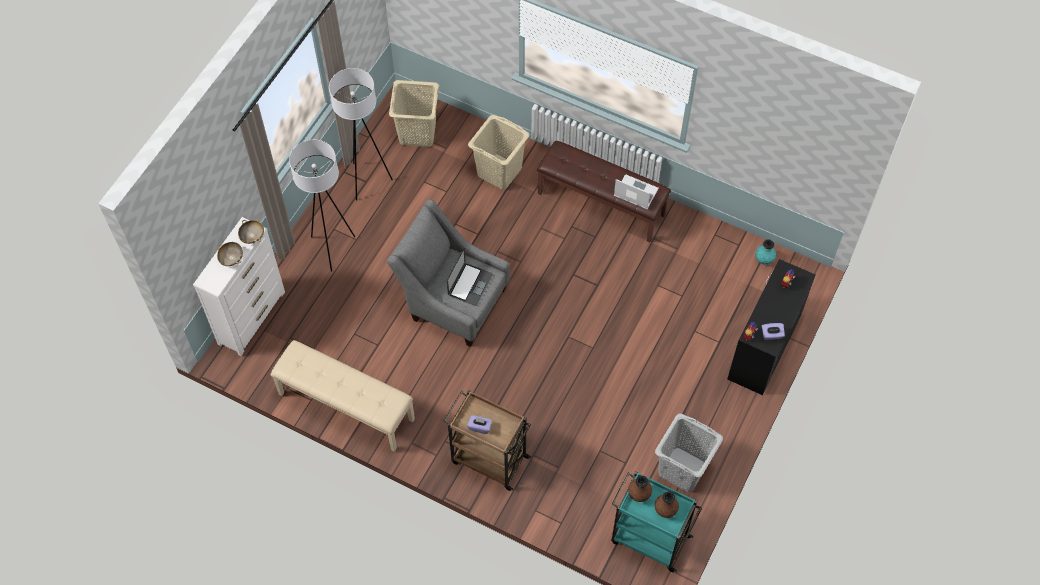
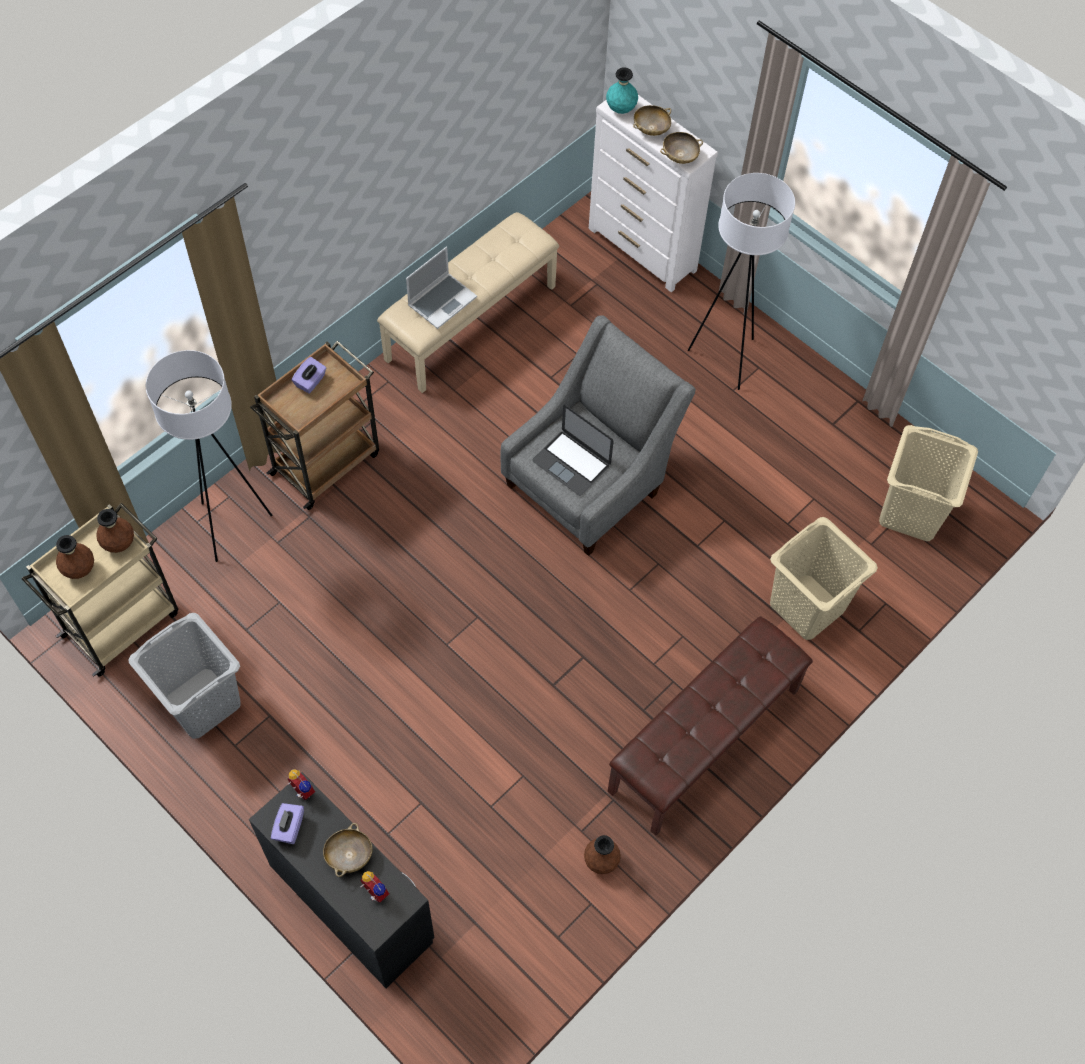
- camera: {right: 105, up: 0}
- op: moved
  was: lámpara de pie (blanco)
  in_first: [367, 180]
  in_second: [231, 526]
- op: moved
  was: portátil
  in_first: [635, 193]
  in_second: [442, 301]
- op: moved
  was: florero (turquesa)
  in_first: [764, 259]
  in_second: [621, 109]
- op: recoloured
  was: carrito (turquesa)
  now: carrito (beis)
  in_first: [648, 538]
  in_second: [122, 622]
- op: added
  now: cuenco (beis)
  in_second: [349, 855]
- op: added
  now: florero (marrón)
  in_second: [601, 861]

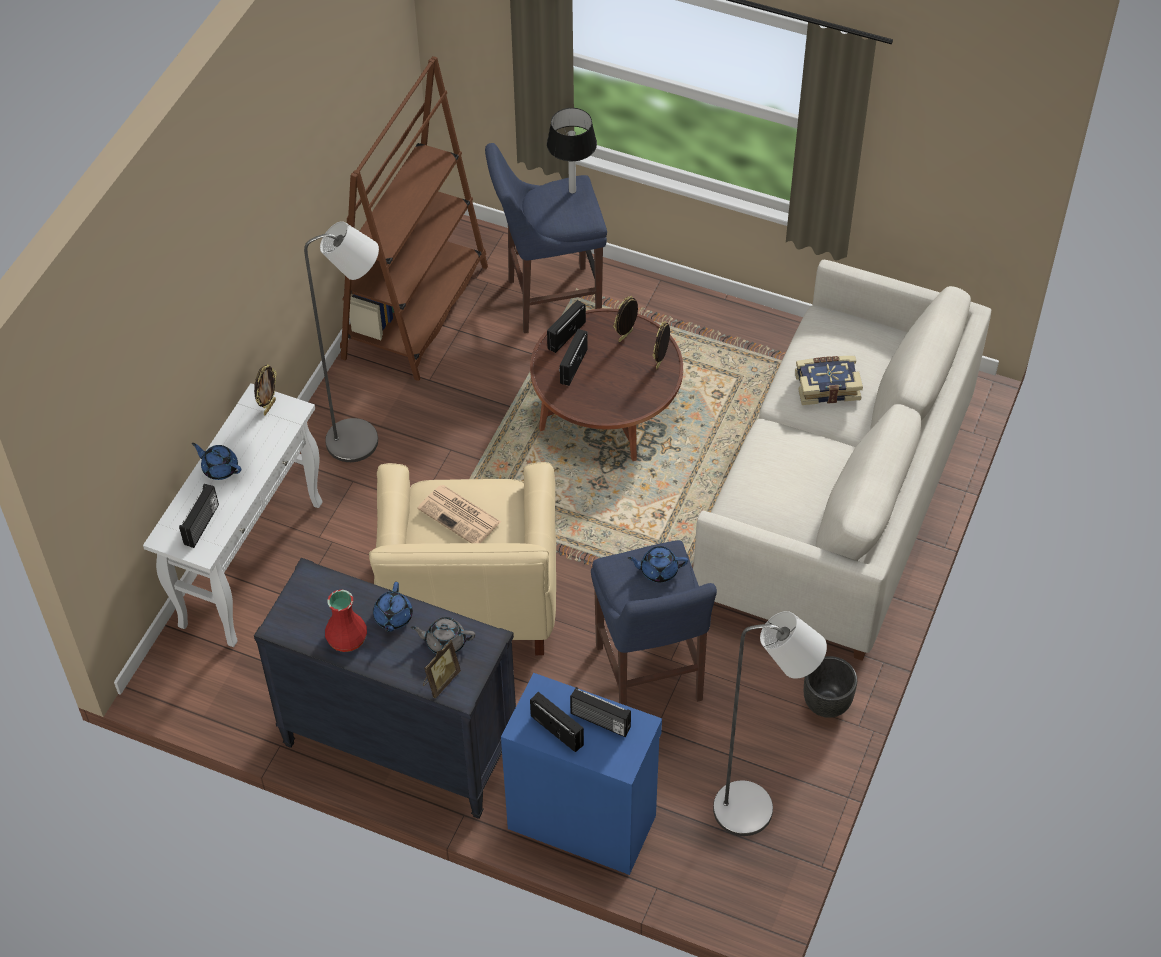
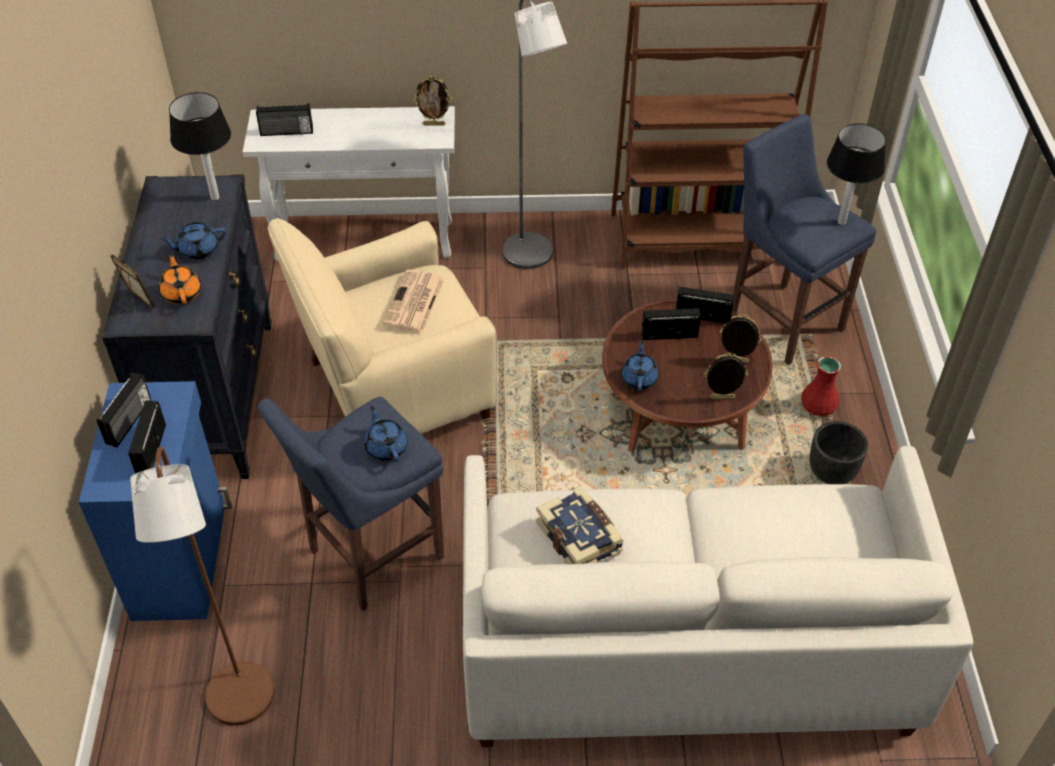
- camera: {right: 65, up: -5}
- op: moved
  was: libro
  in_first: [827, 386]
  in_second: [580, 538]
- op: moved
  was: tetera (azul)
  in_first: [219, 468]
  in_second: [639, 378]
- op: moved
  was: florero (rojo)
  in_first: [348, 637]
  in_second: [819, 406]
- op: recoloured
  was: lámpara de pie (gris)
  now: lámpara de pie (marrón)
  in_first: [755, 811]
  in_second: [241, 707]
- op: recoloured
  was: tetera (gris)
  now: tetera (naranja)
  in_first: [445, 642]
  in_second: [182, 293]
- op: turned
  was: portarretratos
  in_first: [440, 680]
  in_second: [135, 304]
  clockwise: -150
- op: moved
  was: maceta (negro)
  in_first: [827, 704]
  in_second: [831, 474]
- op: added
  now: lámpara de mesa
  in_second: [214, 198]

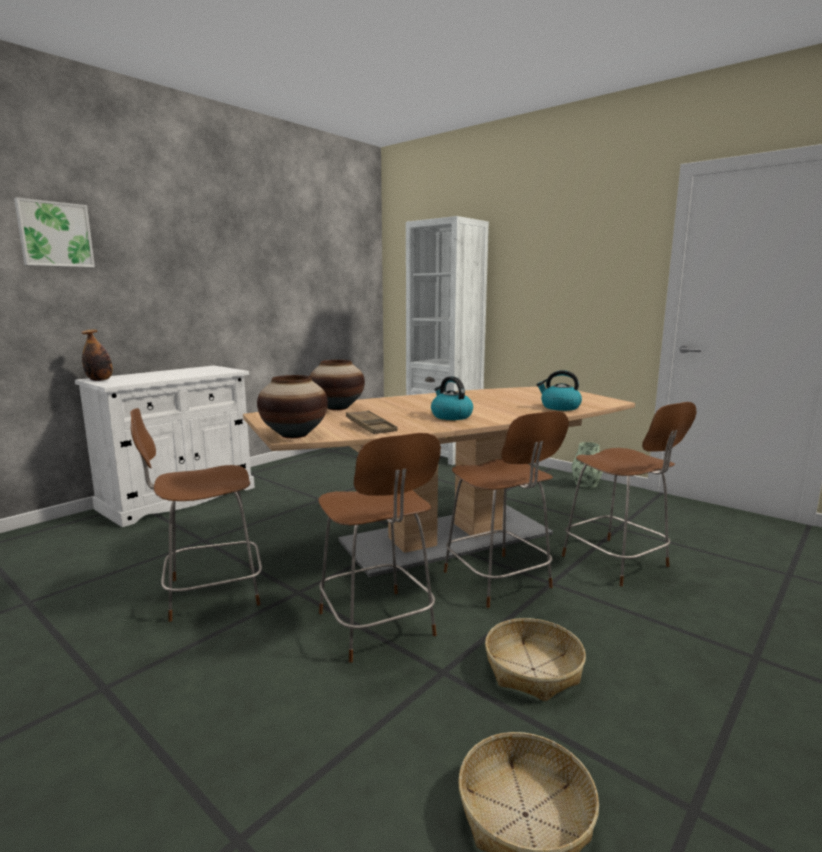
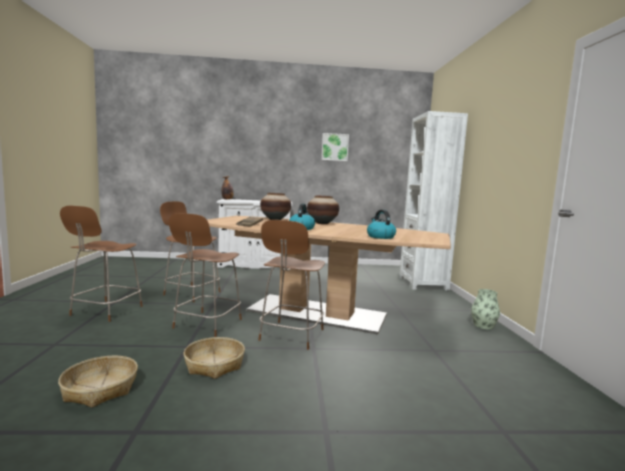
- camera: {right: 45, up: -5}
- op: moved
  was: cuadro
  in_first: [55, 234]
  in_second: [334, 147]
- op: moved
  was: florero
  in_first: [294, 435]
  in_second: [322, 223]
- op: moved
  was: silla (marrón)
  in_first: [617, 562]
  in_second: [105, 311]

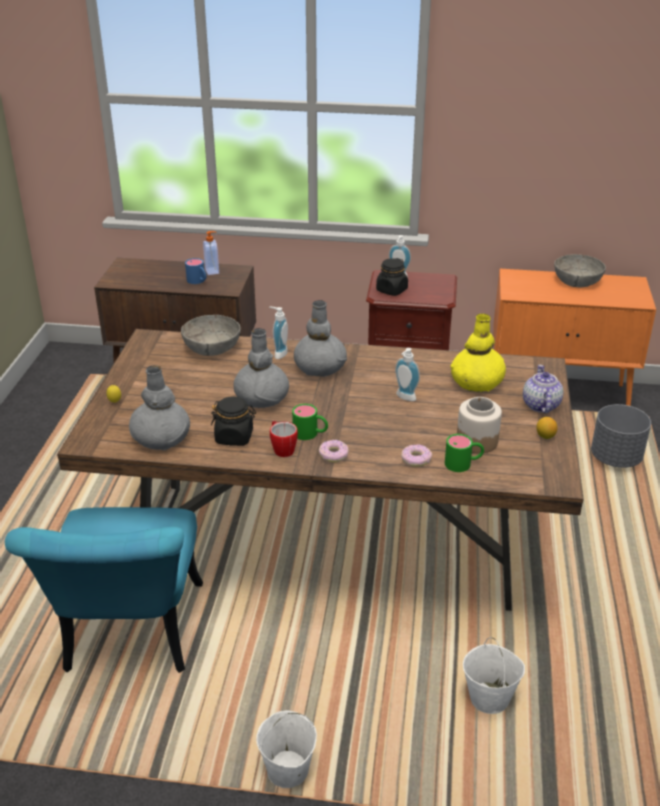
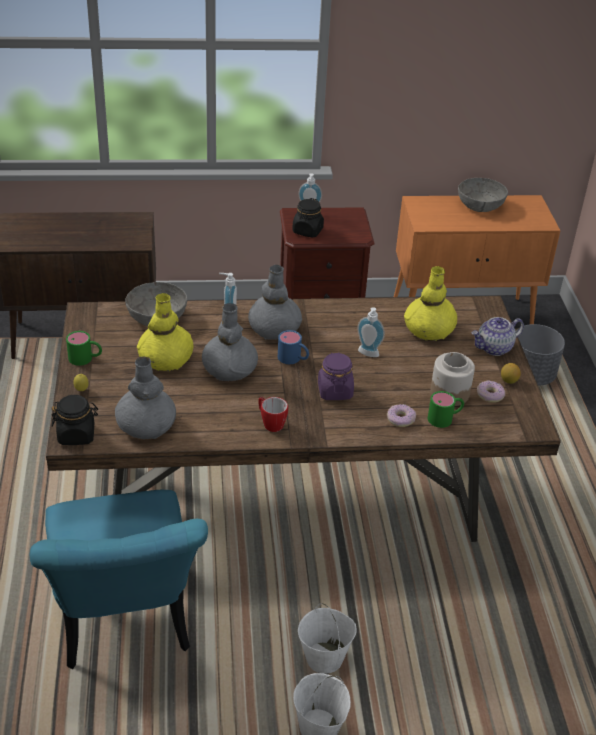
- camera: {right: -15, up: 5}
- op: removed
  was: dispensador de jabón
  in_first: [212, 271]
- op: moved
  was: taza grande (azul)
  in_first: [198, 281]
  in_second: [293, 359]
- op: turned
  was: tetera
  in_first: [540, 405]
  in_second: [494, 348]
  clockwise: -105
- op: moved
  was: tarro (negro)
  in_first: [234, 437]
  in_second: [76, 435]
- op: moved
  was: taza grande (verde)
  in_first: [310, 434]
  in_second: [85, 358]
- op: moved
  was: rosquilla
  in_first: [333, 455]
  in_second: [490, 395]
- op: moved
  was: cubo (blanco)
  in_first: [489, 698]
  in_second: [324, 658]
- op: added
  now: florero (amarillo)
  in_second: [166, 359]
- op: added
  now: tarro (morado)
  in_second: [334, 391]

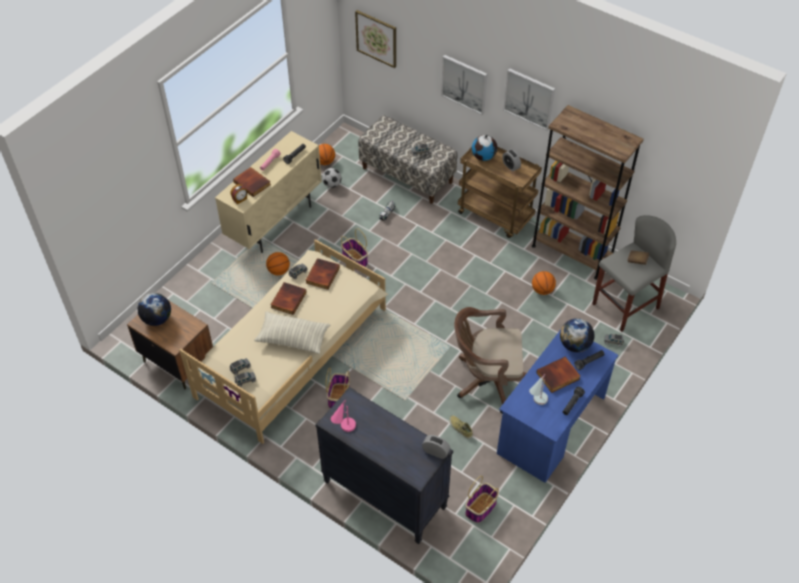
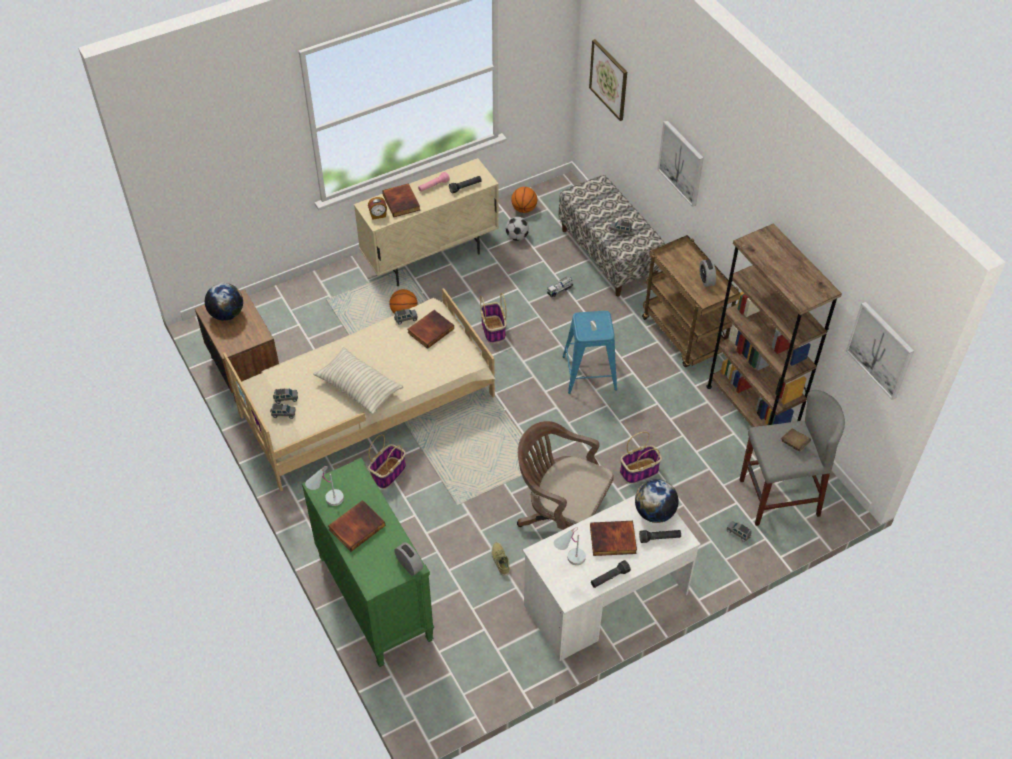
- camera: {right: 25, up: 0}
- op: moved
  was: cuadro
  in_first: [529, 98]
  in_second: [880, 350]
- op: removed
  was: globo terráqueo
  in_first: [484, 157]
- op: removed
  was: balón de baloncesto
  in_first: [542, 290]
- op: moved
  was: libro
  in_first: [288, 299]
  in_second: [356, 526]
- op: recoloured
  was: escritorio (azul)
  now: escritorio (blanco)
  in_first: [551, 425]
  in_second: [605, 599]
- op: recoloured
  was: cómoda (negro)
  now: cómoda (verde)
  in_first: [384, 495]
  in_second: [374, 598]
- op: recoloured
  was: lámpara de mesa (rosa)
  now: lámpara de mesa (blanco)
  in_first: [343, 430]
  in_second: [326, 501]
- op: moved
  was: cesta
  in_first: [480, 508]
  in_second: [639, 471]
- op: added
  now: taburete (azul)
  in_second: [589, 373]

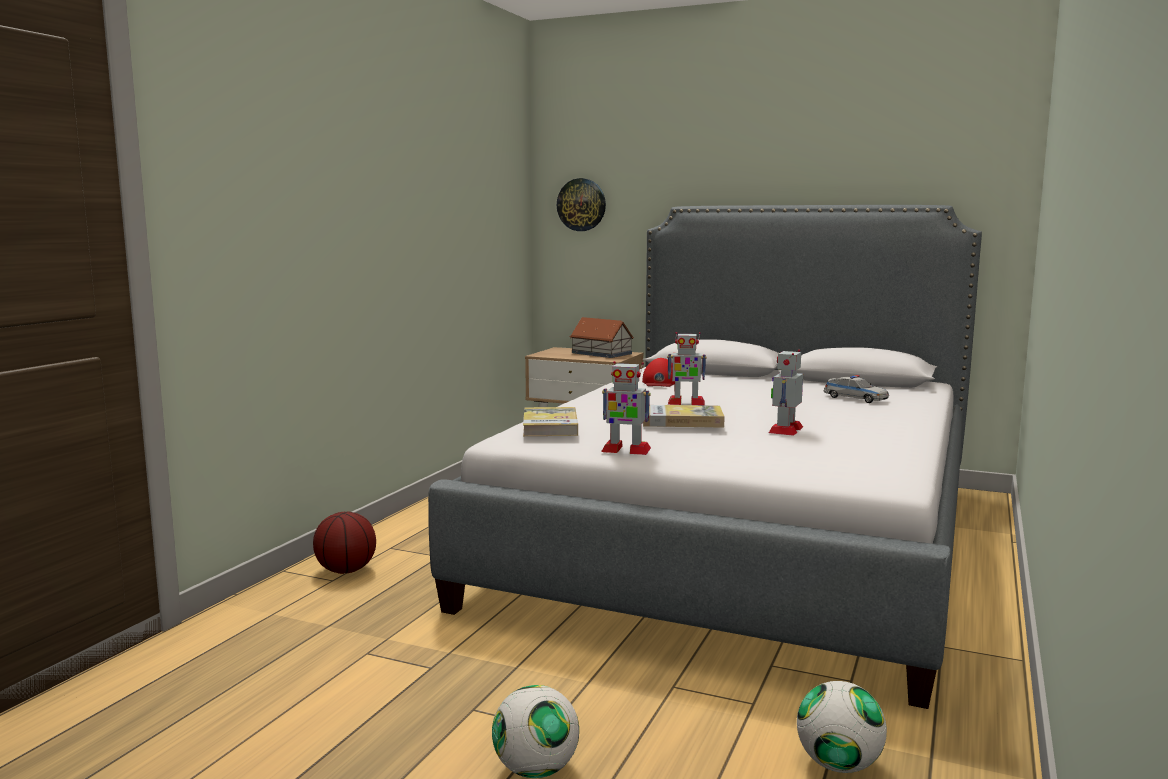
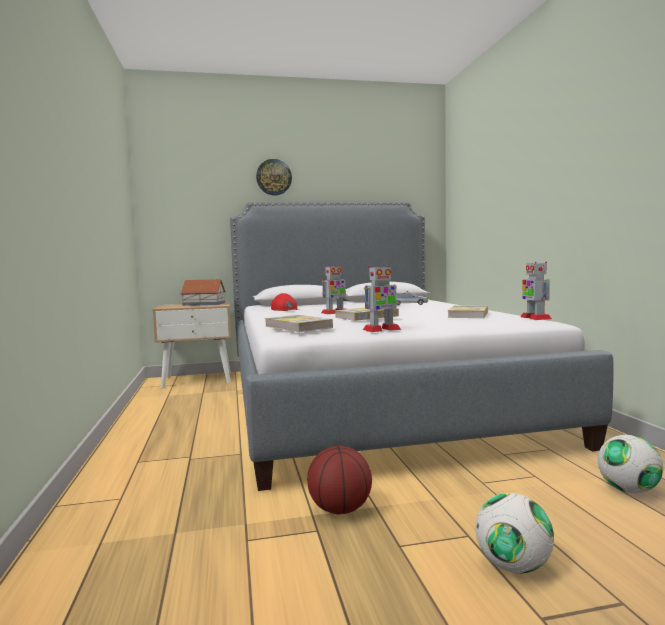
- camera: {right: -35, up: -5}
- op: moved
  was: reloj de pared
  in_first: [581, 204]
  in_second: [274, 177]
- op: moved
  was: robot de juguete
  in_first: [785, 430]
  in_second: [535, 318]
- op: moved
  was: balón de baloncesto
  in_first: [345, 571]
  in_second: [339, 510]
- op: added
  now: libro
  in_second: [468, 315]

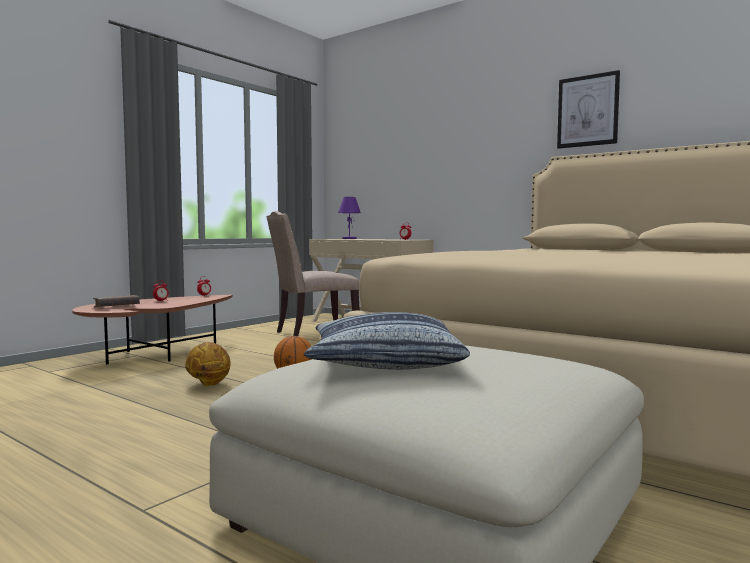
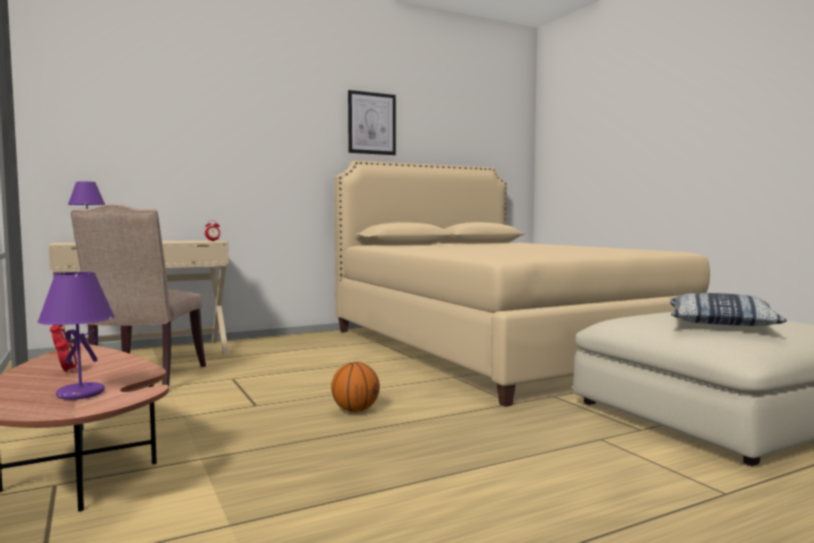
- camera: {right: -65, up: 0}
- op: replaced
  was: libro (marrón)
  now: lámpara de mesa (morado)
  in_first: [117, 307]
  in_second: [79, 394]
- op: removed
  was: balón de baloncesto
  in_first: [208, 384]

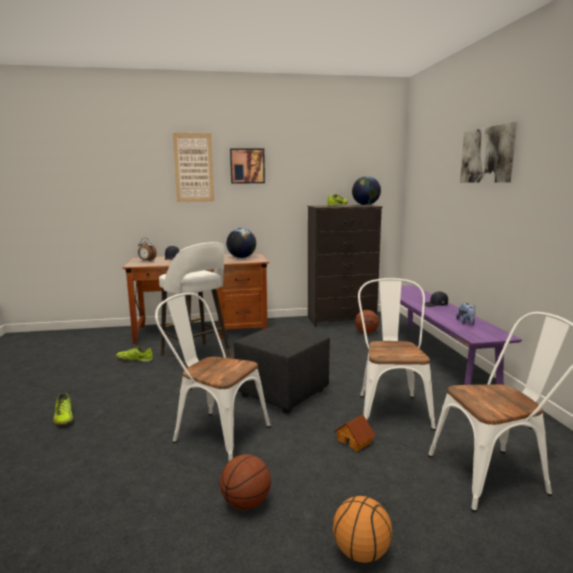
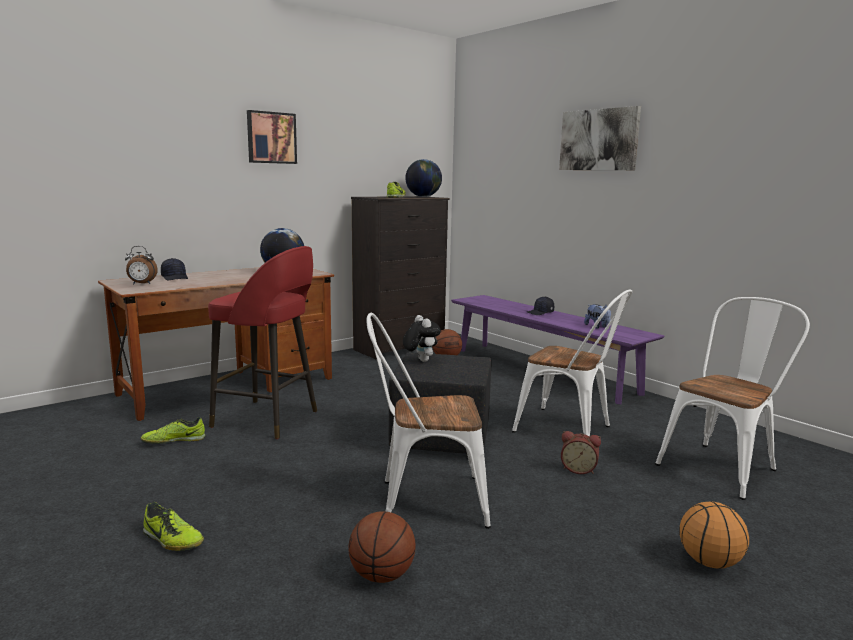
- camera: {right: -30, up: 0}
- op: removed
  was: cuadro
  in_first: [194, 168]
- op: recoloured
  was: taburete (blanco)
  now: taburete (rojo)
  in_first: [197, 356]
  in_second: [268, 419]
- op: turned
  was: silla (blanco)
  in_first: [391, 408]
  in_second: [570, 430]
  clockwise: 150
- op: replaced
  was: casita
  now: despertador
  in_first: [354, 441]
  in_second: [578, 469]
- op: moved
  was: balón de baloncesto
  in_first: [246, 503]
  in_second: [382, 576]
- op: added
  now: peluche
  in_second: [420, 360]

